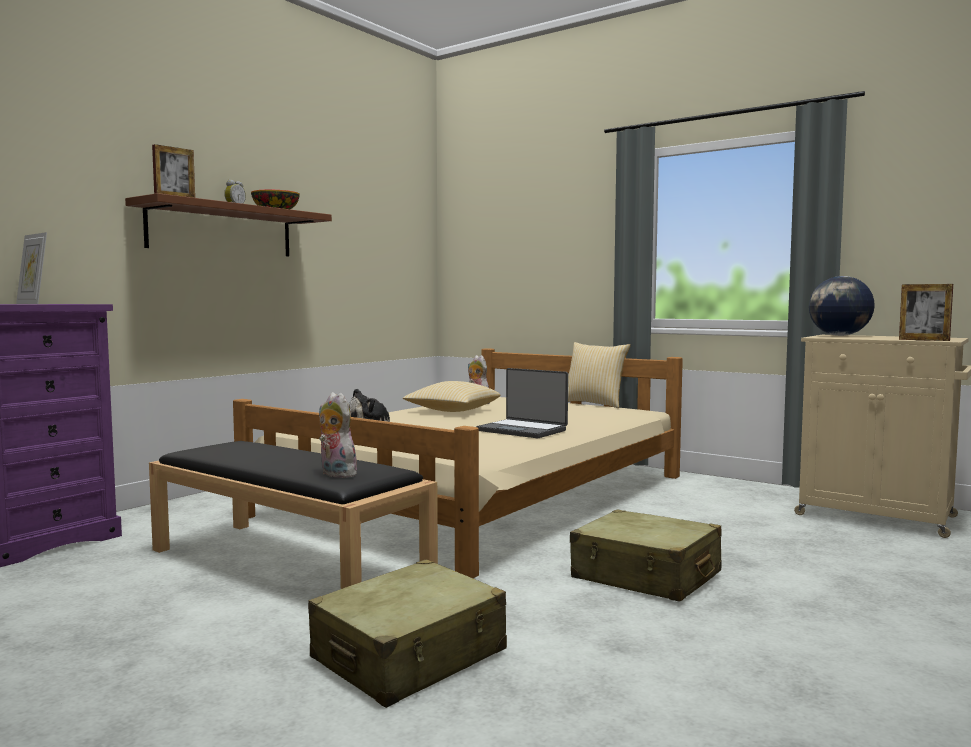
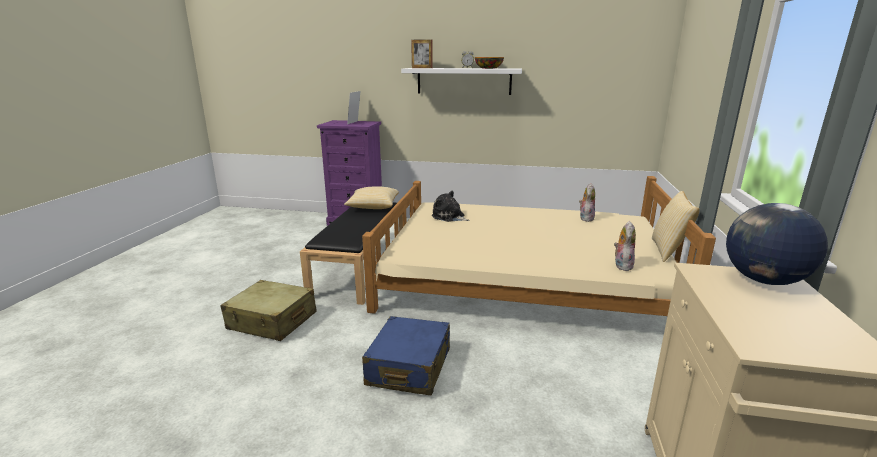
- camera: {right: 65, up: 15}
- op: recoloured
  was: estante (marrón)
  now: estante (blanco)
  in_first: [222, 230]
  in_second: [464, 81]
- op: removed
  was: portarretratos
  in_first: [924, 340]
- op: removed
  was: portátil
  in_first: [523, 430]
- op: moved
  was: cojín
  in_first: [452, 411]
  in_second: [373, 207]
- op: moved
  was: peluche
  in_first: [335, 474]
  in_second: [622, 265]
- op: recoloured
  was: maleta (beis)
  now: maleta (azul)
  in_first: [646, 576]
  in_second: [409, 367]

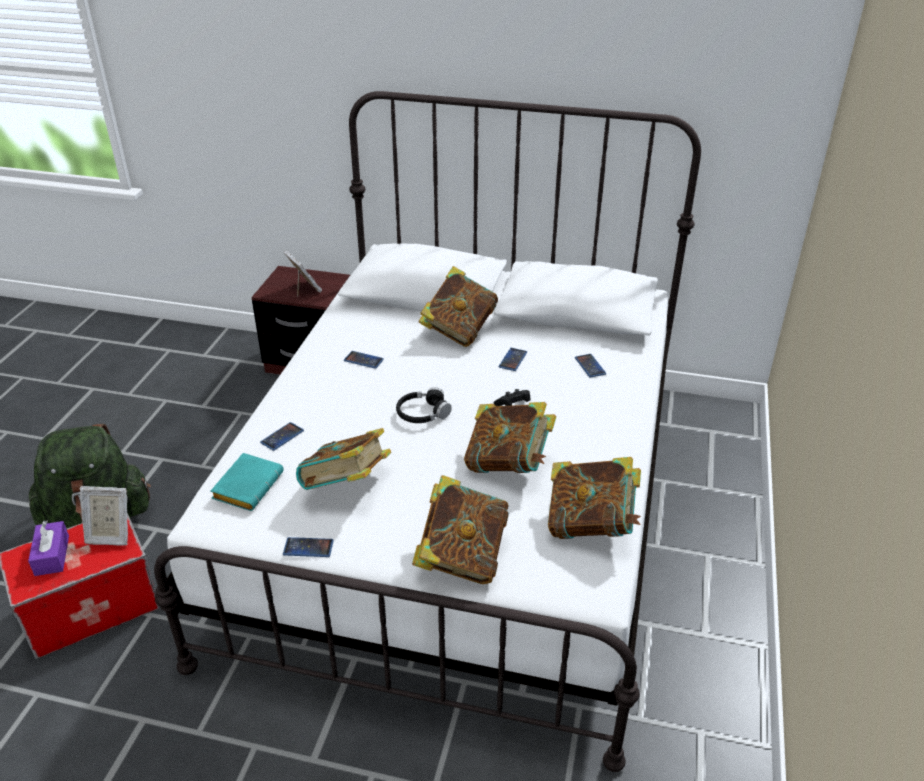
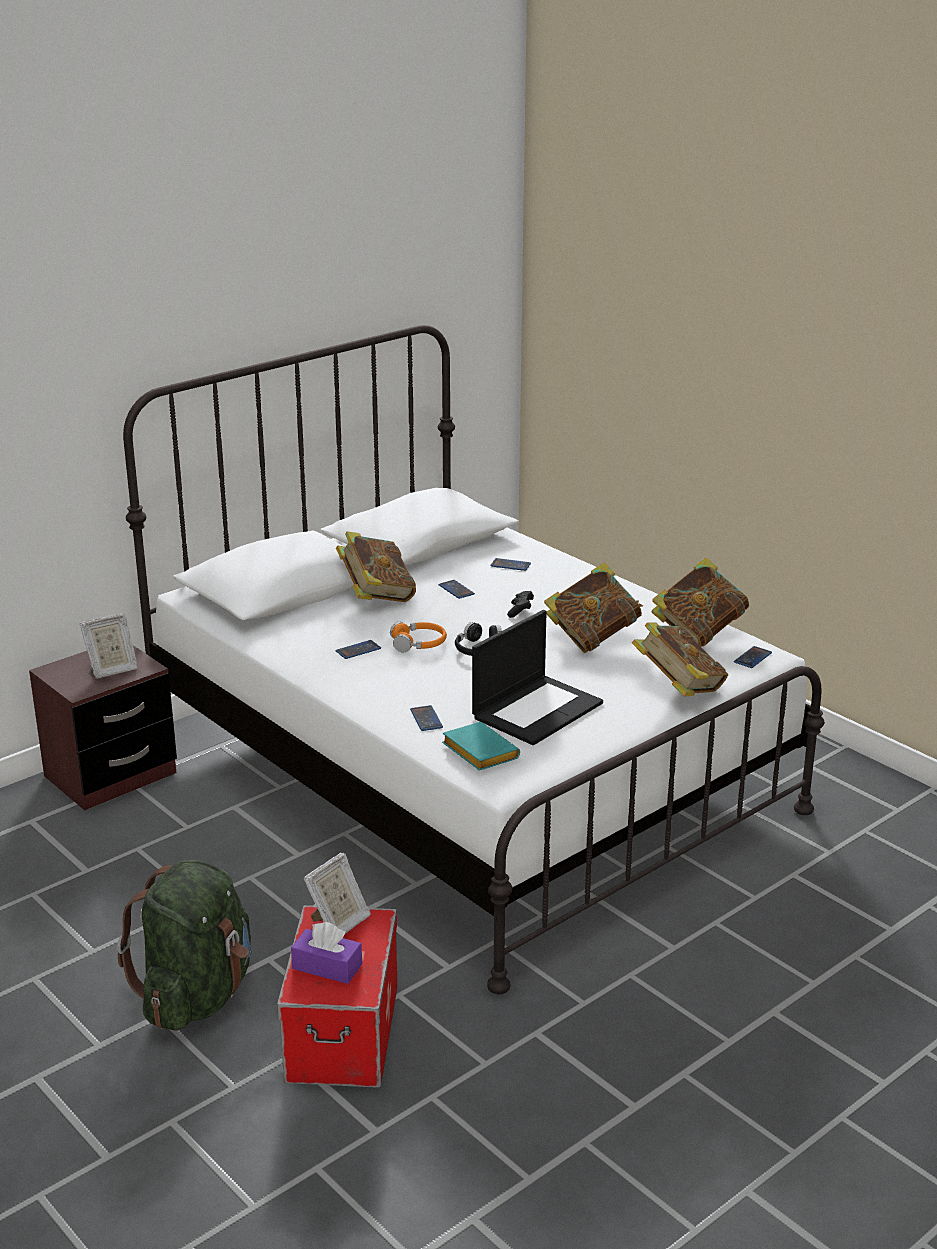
- camera: {right: -55, up: -10}
- op: turned
  was: portarretratos
  in_first: [305, 289]
  in_second: [111, 669]
  clockwise: 150
- op: replaced
  was: libro
  now: portátil
  in_first: [346, 487]
  in_second: [537, 709]
- op: moved
  was: móvil
  in_first: [308, 548]
  in_second: [752, 658]
- op: added
  now: auriculares (naranja)
  in_second: [419, 644]

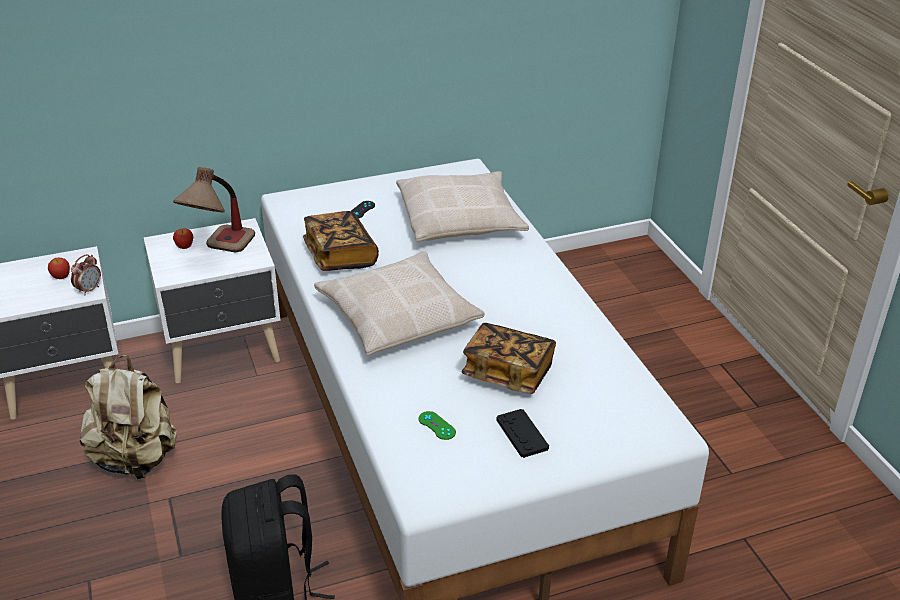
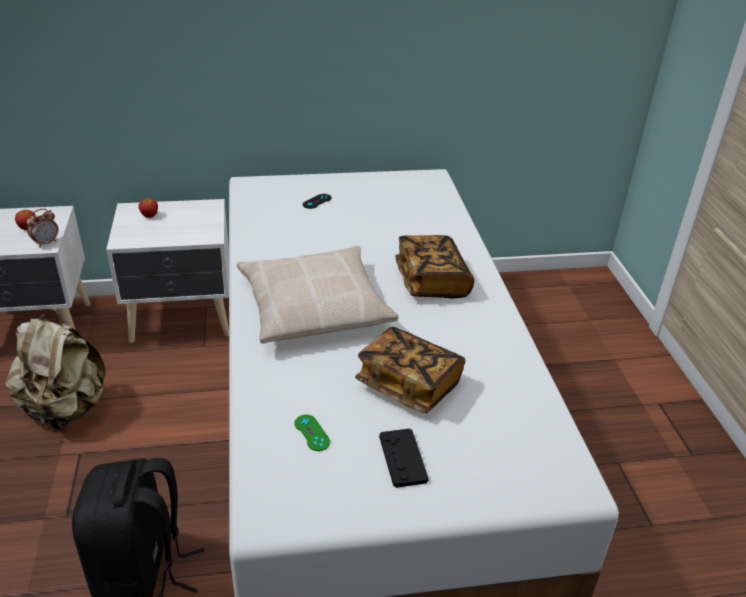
- camera: {right: 10, up: 0}
- op: removed
  was: lámpara de mesa
  in_first: [221, 253]
- op: removed
  was: cojín (beis)
  in_first: [460, 219]
- op: moved
  was: libro
  in_first: [340, 256]
  in_second: [431, 282]

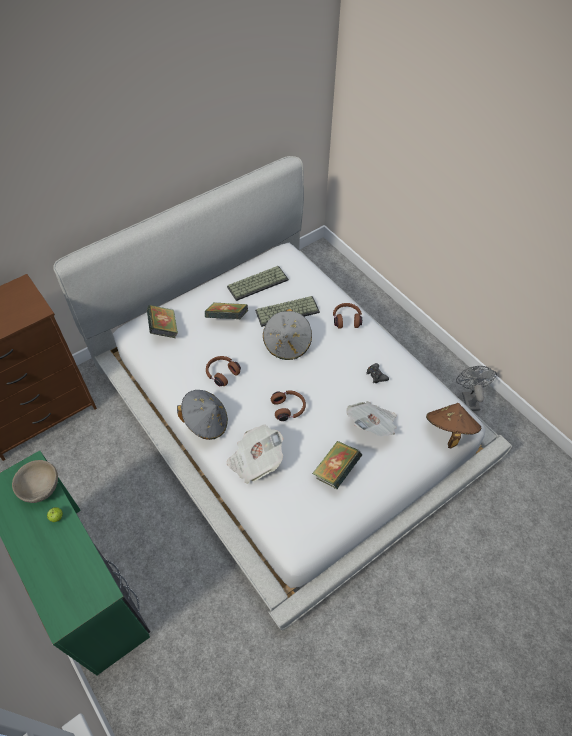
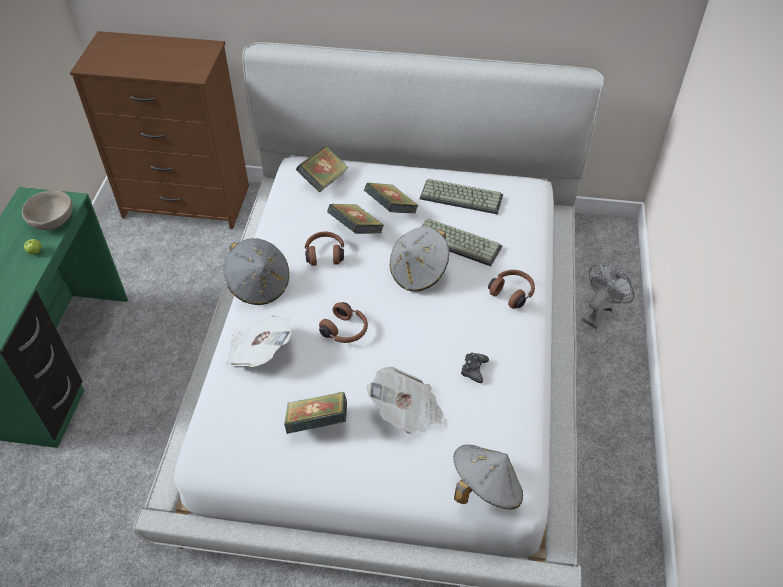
- camera: {right: 45, up: -5}
- op: moved
  was: ventilador (gris)
  in_first: [469, 398]
  in_second: [599, 313]
- op: recoloured
  was: sombrero (marrón)
  now: sombrero (gris)
  in_first: [449, 431]
  in_second: [485, 488]
- op: added
  now: libro
  in_second: [356, 230]

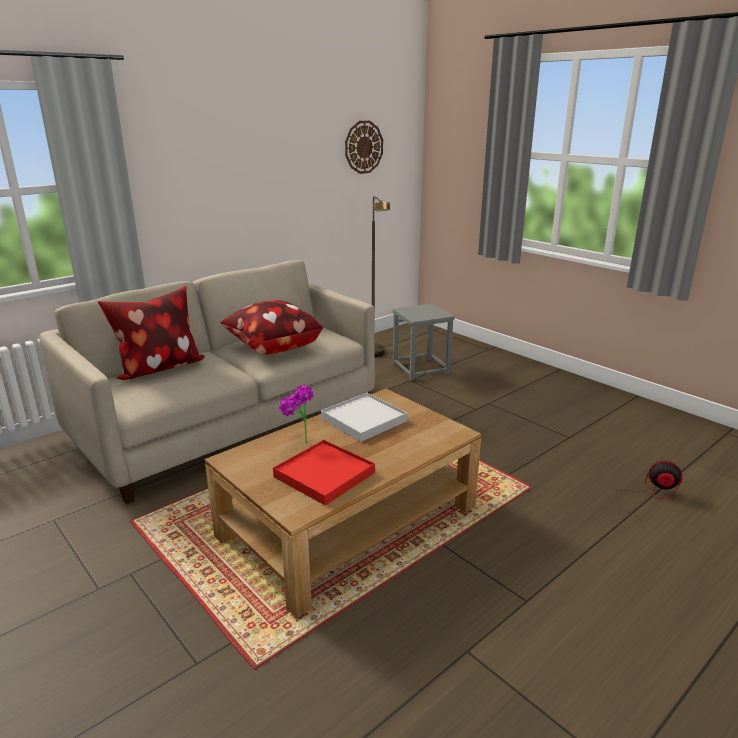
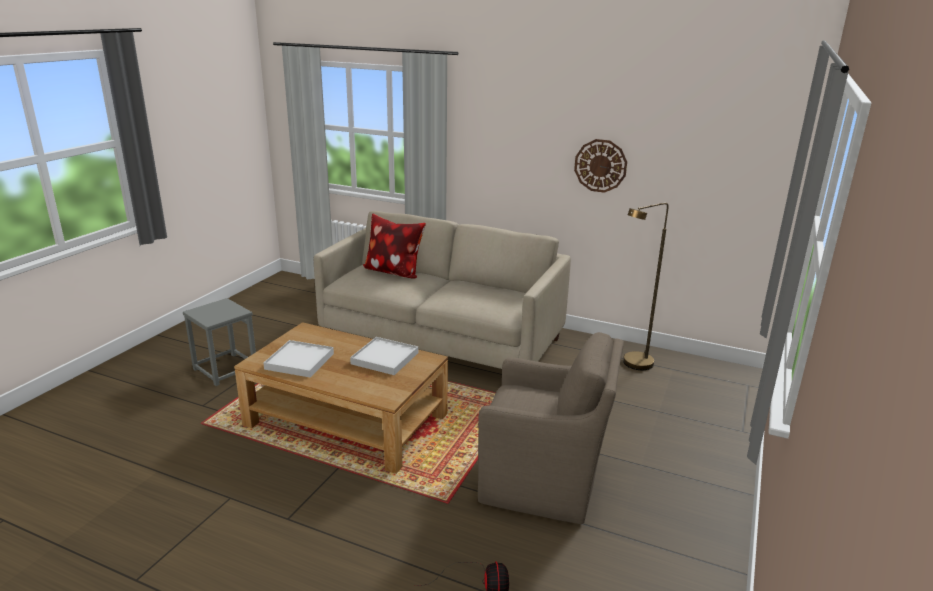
- camera: {right: 65, up: 0}
- op: moved
  was: reloj de pared
  in_first: [363, 147]
  in_second: [600, 165]
- op: removed
  was: cojín
  in_first: [272, 347]
- op: moved
  was: taburete (gris)
  in_first: [421, 369]
  in_second: [225, 369]
- op: removed
  was: planta en maceta
  in_first: [298, 441]
- op: recoloured
  was: bandeja (rojo)
  now: bandeja (blanco)
  in_first: [324, 475]
  in_second: [299, 361]
- op: added
  now: sillón (marrón)
  in_second: [544, 483]

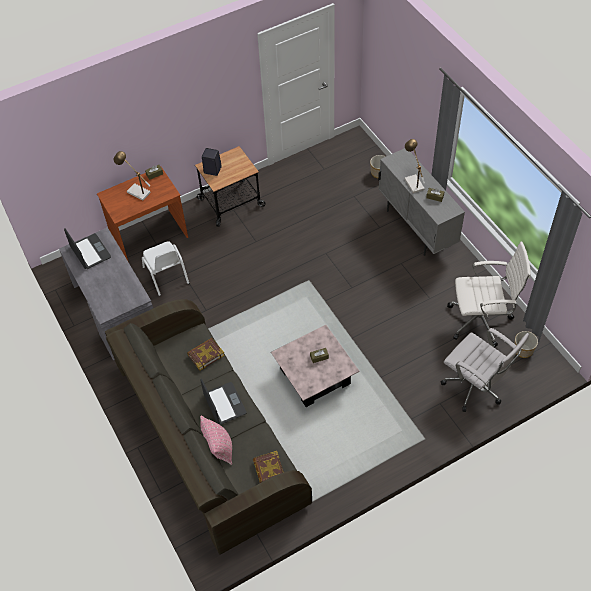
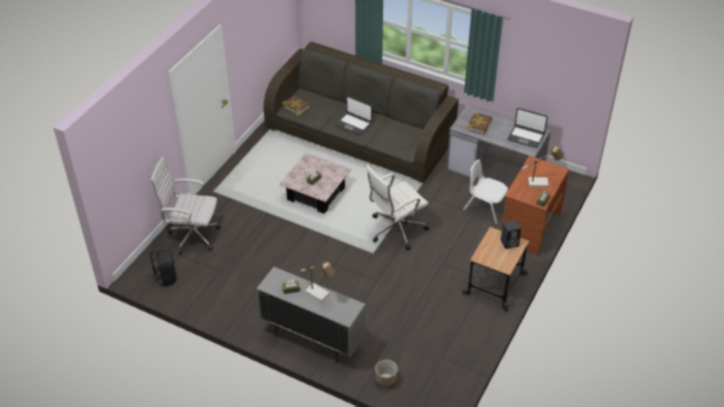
- camera: {right: 145, up: -10}
- op: moved
  was: silla de oficina (blanco)
  in_first: [481, 320]
  in_second: [395, 230]
- op: replaced
  was: maceta
  now: mochila (negro)
  in_first: [523, 350]
  in_second: [165, 278]
- op: moved
  was: libro
  in_first: [205, 355]
  in_second: [479, 125]
- op: removed
  was: cojín (rosa)
  in_first: [219, 448]

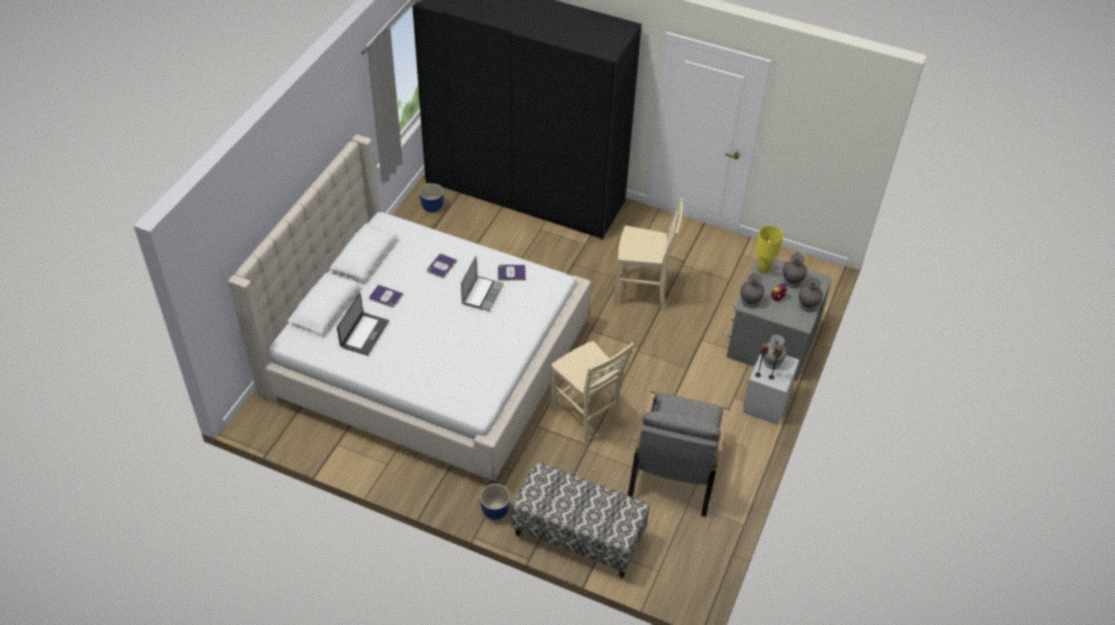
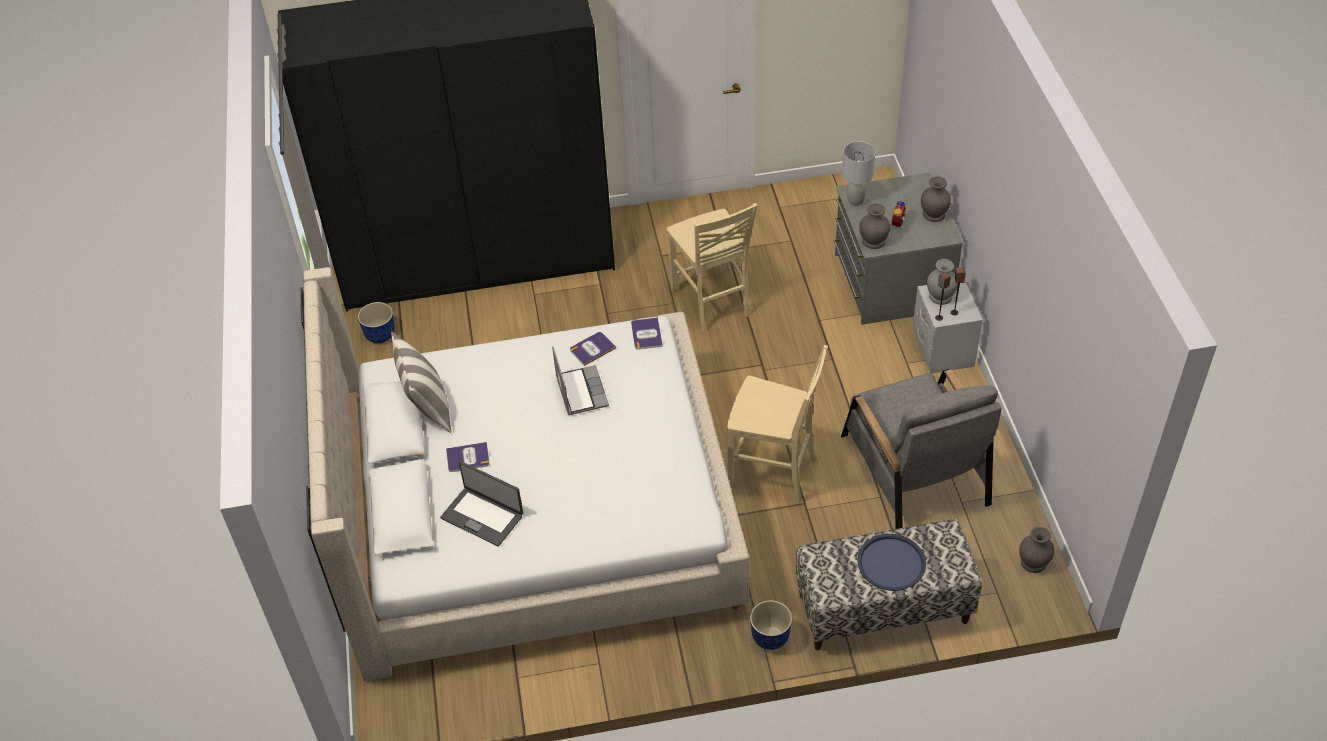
- camera: {right: -30, up: 0}
- op: turned
  was: silla (beis)
  in_first: [642, 292]
  in_second: [711, 303]
  clockwise: 90
- op: recoloured
  was: lámpara de mesa (amarillo)
  now: lámpara de mesa (gris)
  in_first: [763, 269]
  in_second: [856, 201]
- op: moved
  was: florero (gris)
  in_first: [792, 281]
  in_second: [1034, 562]
- op: moved
  was: libro
  in_first: [441, 266]
  in_second: [646, 334]
- op: turned
  was: portátil
  in_first: [364, 334]
  in_second: [482, 516]
  clockwise: 135
- op: added
  now: cojín
  in_second: [427, 407]
- op: added
  now: bandeja (azul)
  in_second: [891, 563]

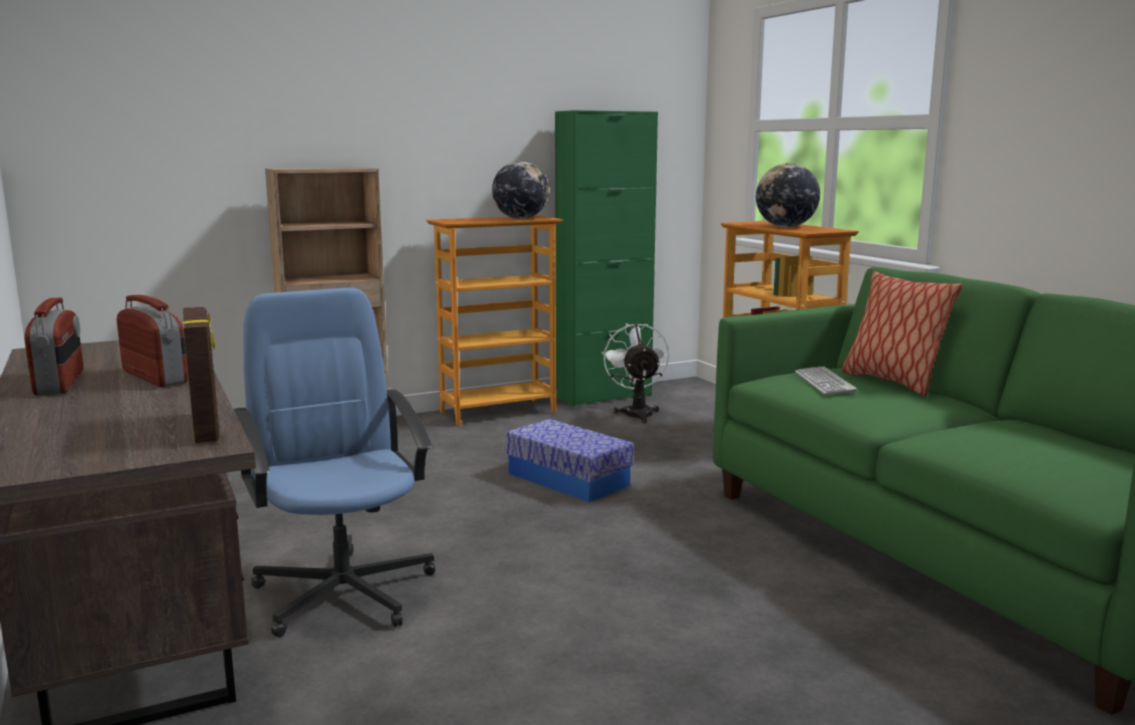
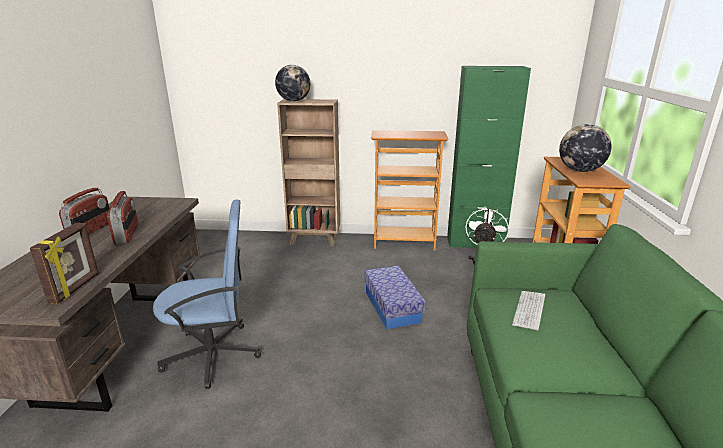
- camera: {right: 30, up: 10}
- op: moved
  was: globo terráqueo
  in_first: [520, 219]
  in_second: [293, 101]
- op: removed
  was: cojín
  in_first: [892, 382]
- op: turned
  was: silla de oficina (azul)
  in_first: [344, 591]
  in_second: [214, 354]
  clockwise: 75

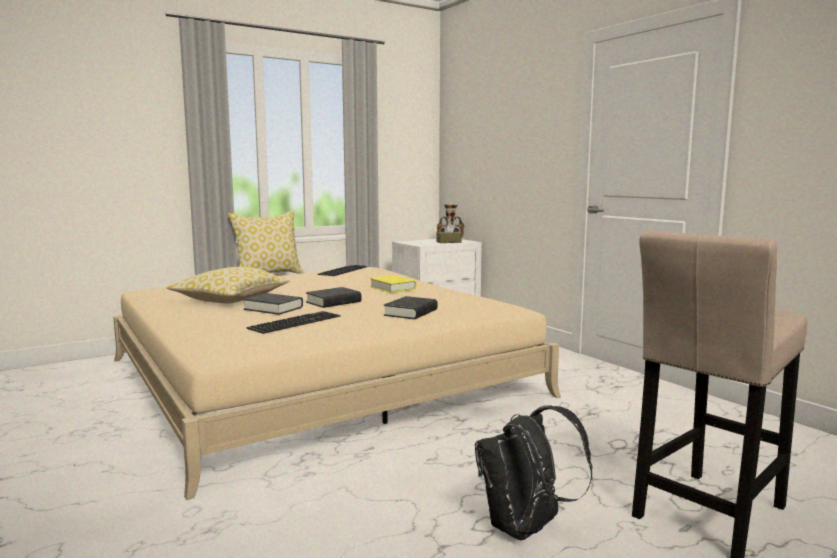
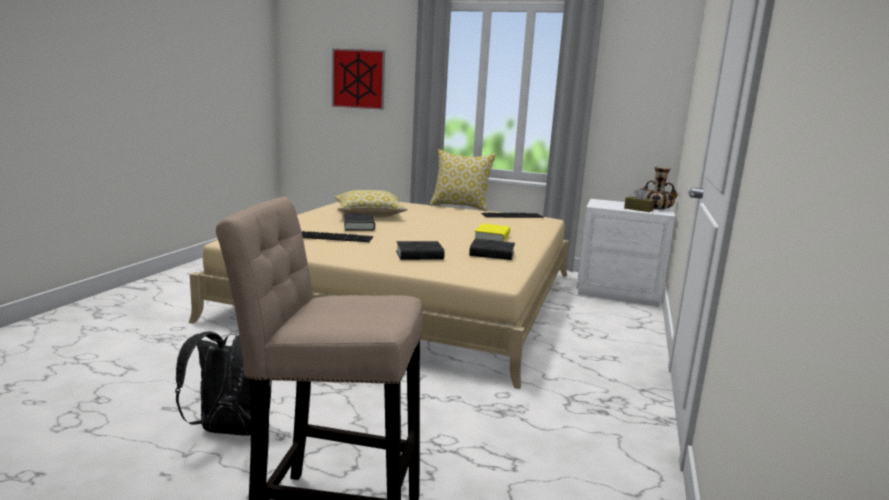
- camera: {right: 50, up: 5}
- op: moved
  was: libro (negro)
  in_first: [333, 302]
  in_second: [492, 254]
- op: added
  now: cuadro
  in_second: [358, 79]

